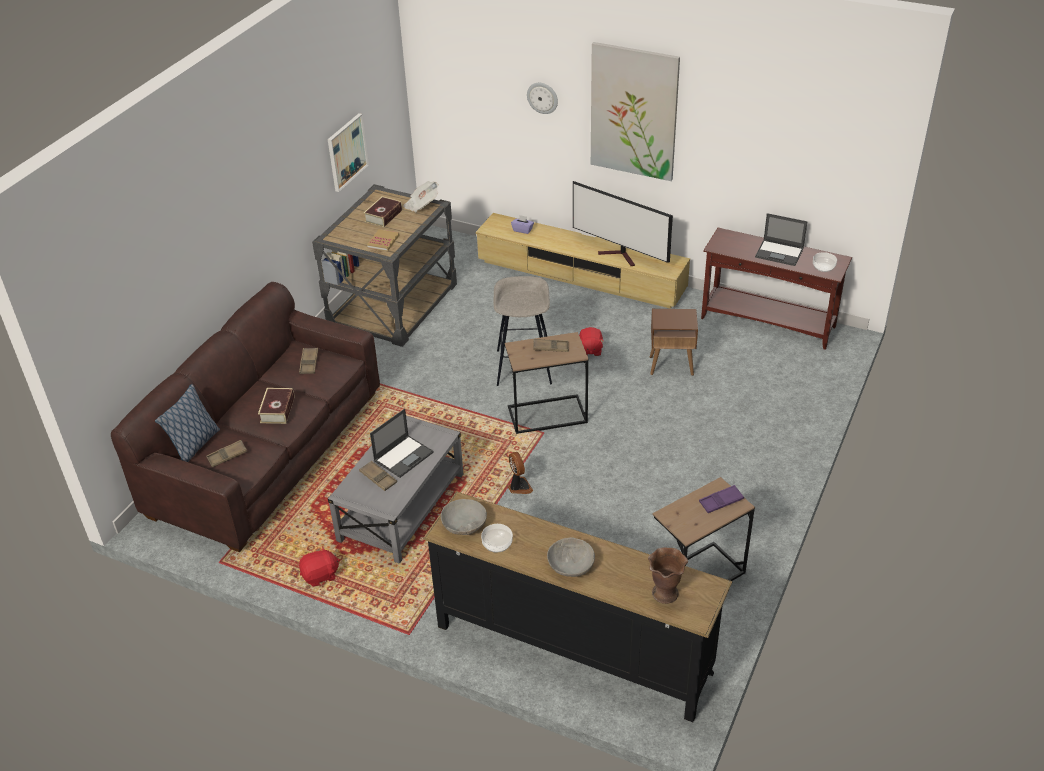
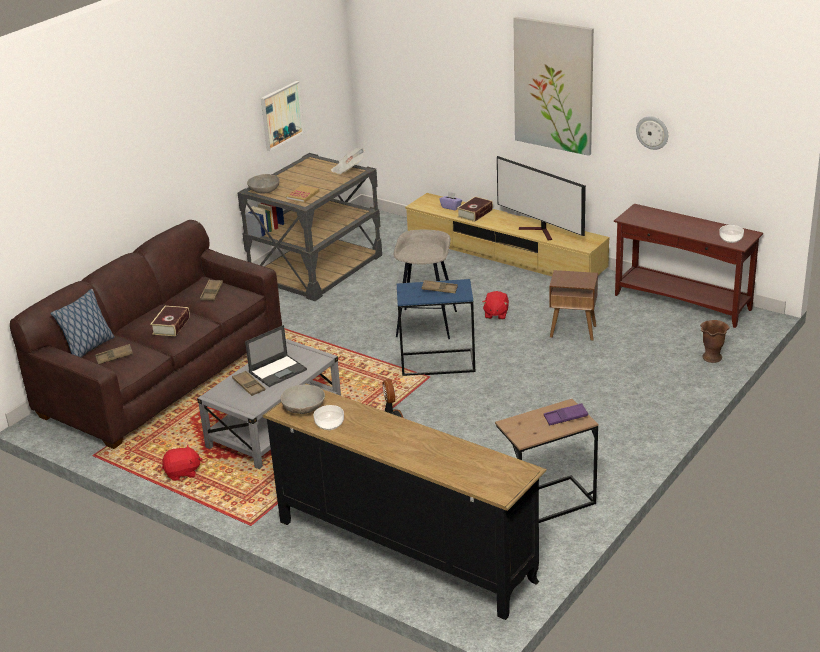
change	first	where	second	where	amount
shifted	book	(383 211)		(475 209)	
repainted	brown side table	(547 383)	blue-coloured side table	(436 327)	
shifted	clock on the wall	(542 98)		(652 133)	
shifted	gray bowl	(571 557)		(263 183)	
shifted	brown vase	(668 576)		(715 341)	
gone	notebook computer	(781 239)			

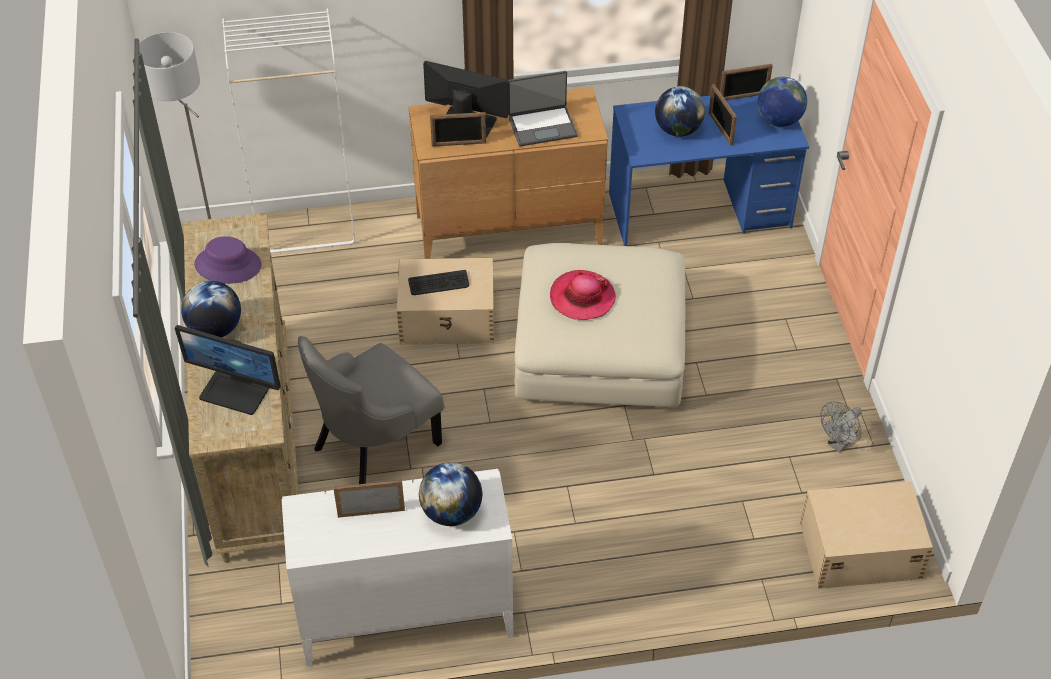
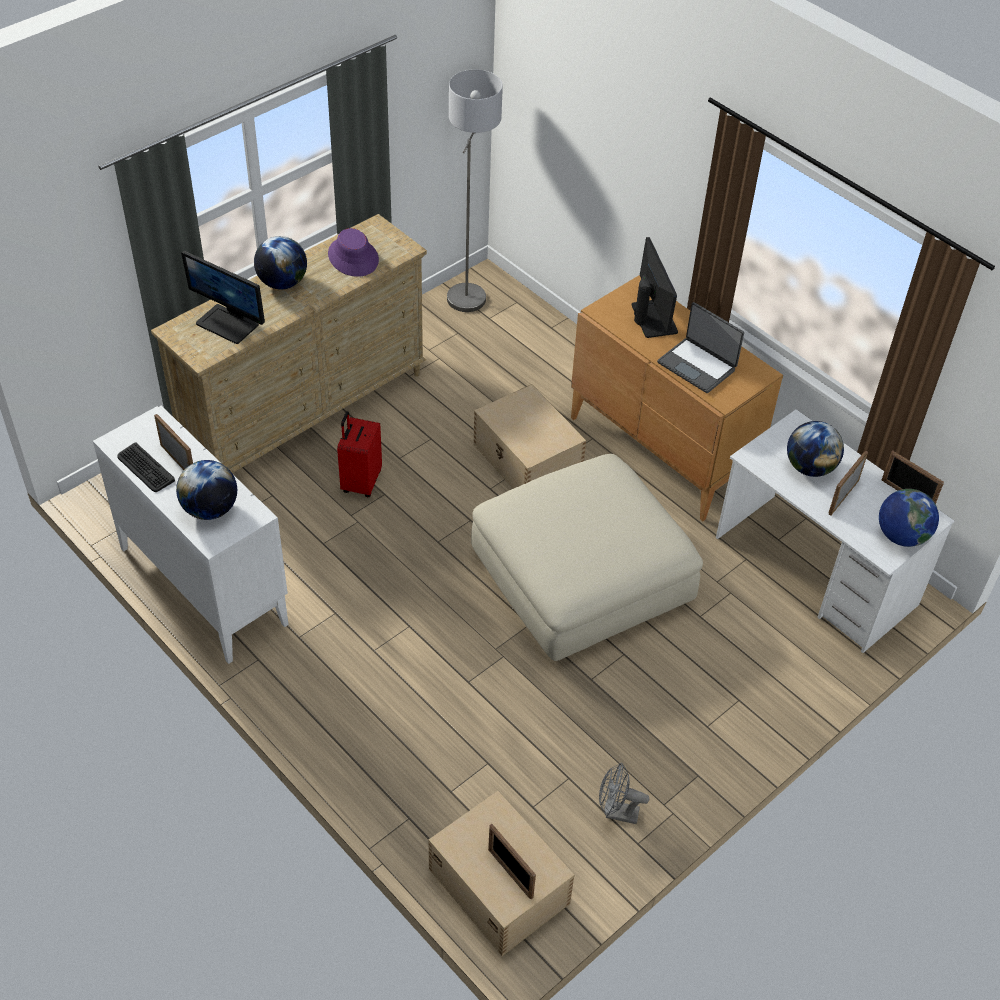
change	first	where	second	where	amount
rotated	computer display	(228 370)		(223 297)	45 degrees counterclockwise
gone	whitish garment rack	(288 131)			
swapped	gray upright chair	(371 410)	reddish travel case	(359 454)	
shifted	PC keyboard	(438 282)		(146 467)	
shifted	picture frame	(458 129)		(512 861)	
gone	hat	(583 295)			
repainted	blue-coloured desk table	(709 170)	whitish desk table	(835 531)	

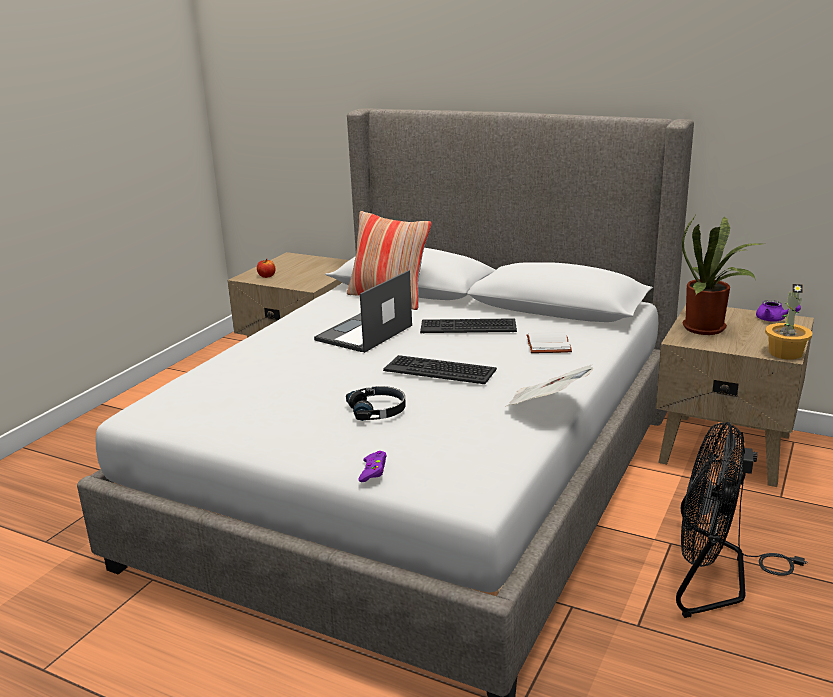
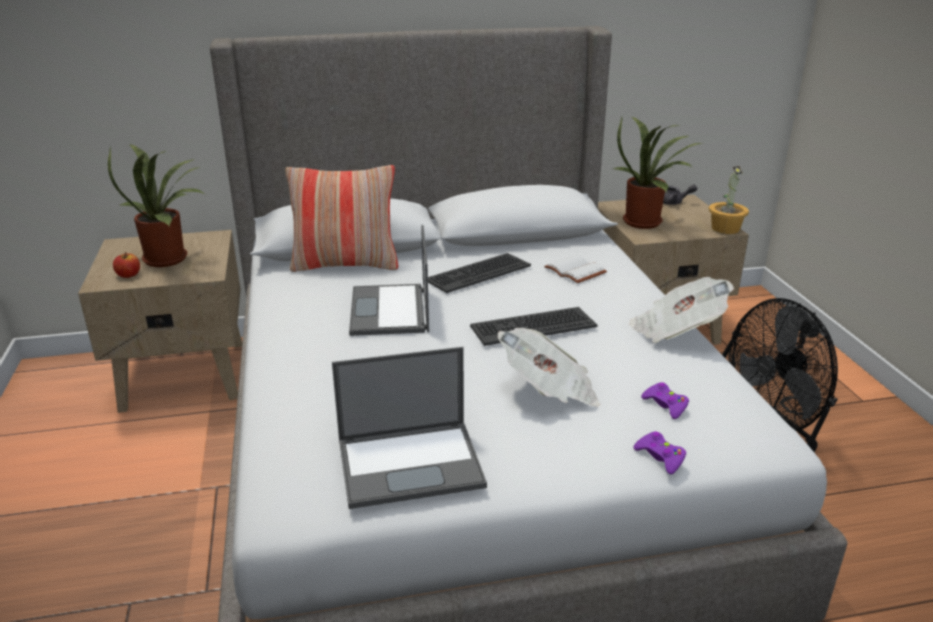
change	first	where	second	where	amount
swapped	black-coloured pair of headphones	(376 403)	daily paper	(549 367)	
repainted	purplish tea pot	(778 311)	gray tea pot	(680 194)	
new			houseplant	(156 205)	
new			notebook computer	(409 428)	
new			purplish gamepad	(665 401)	

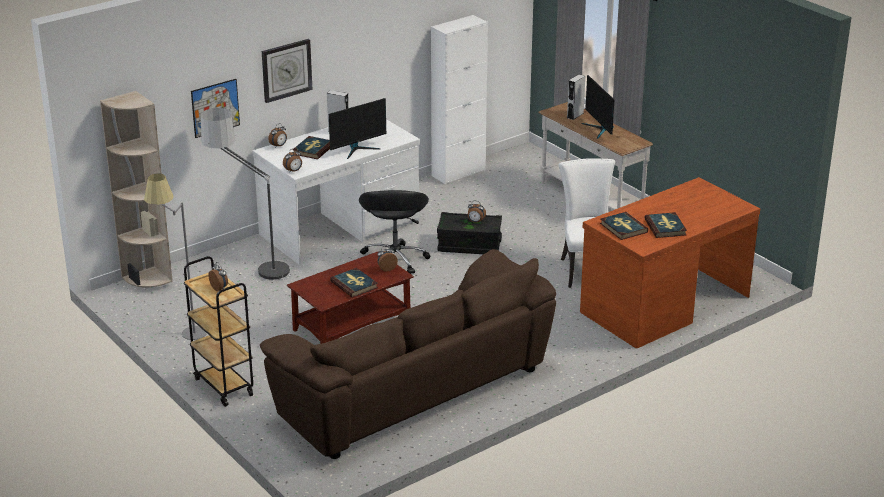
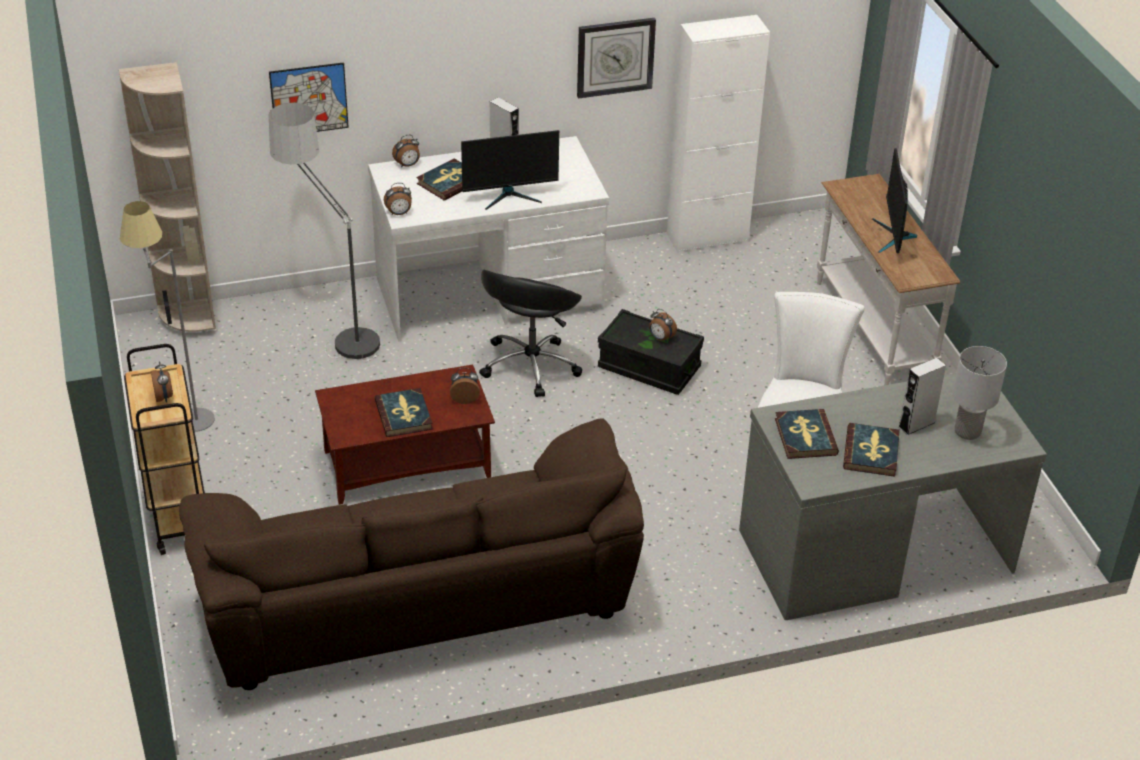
change	first	where	second	where	amount
shifted	clock on the wall	(287 71)		(616 58)	
shifted	gray audio speaker	(576 97)		(922 396)	
repainted	brown desk table	(670 262)	gray desk table	(893 496)	
new			gray lamp for a table	(979 393)	

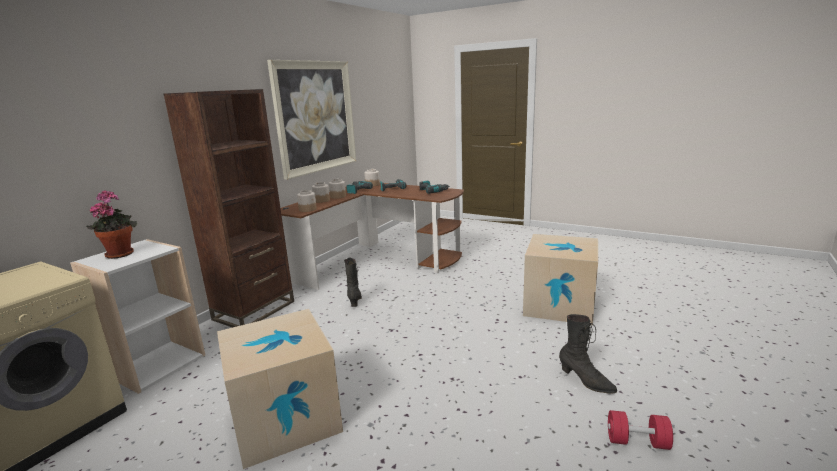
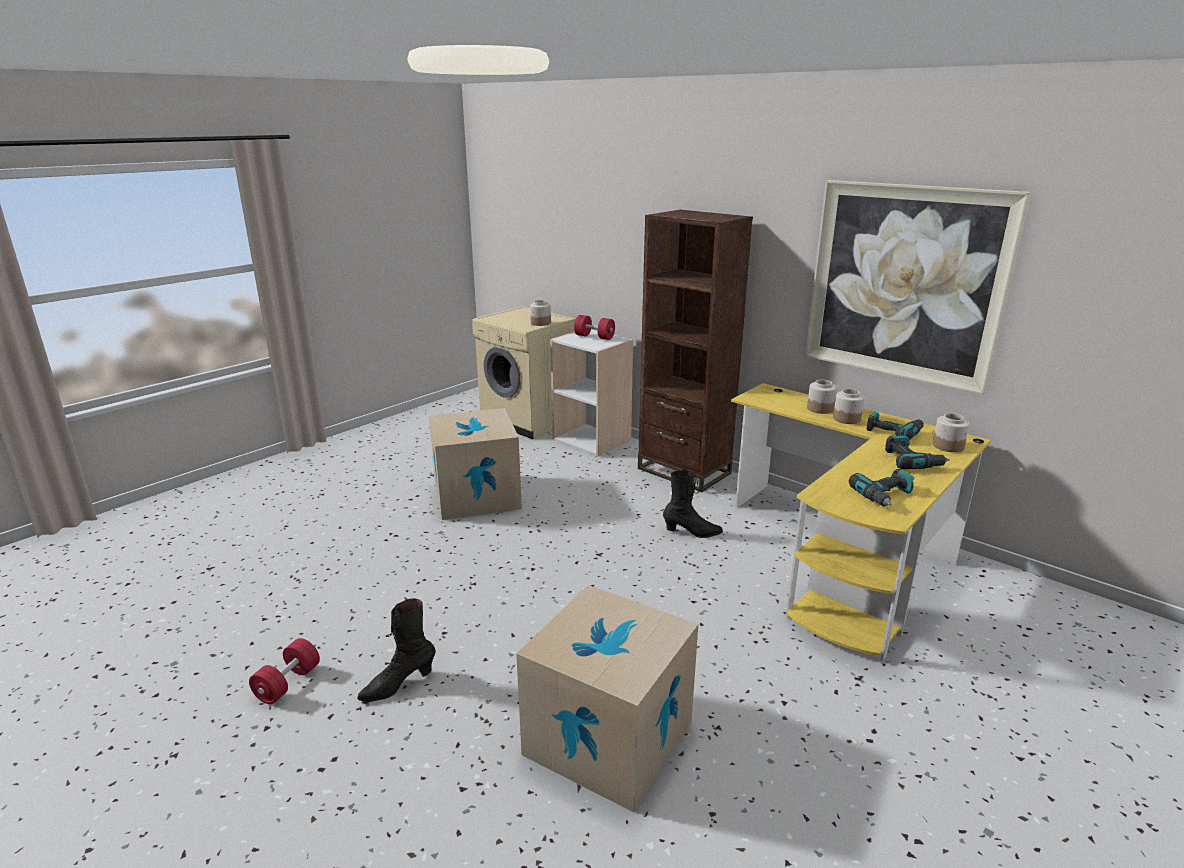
change	first	where	second	where	amount
swapped	houseplant	(111 224)	reddish dumbbell	(594 327)	
repainted	brown desk table	(372 236)	yellowish desk table	(861 522)	
shifted	jar	(307 201)		(540 313)	

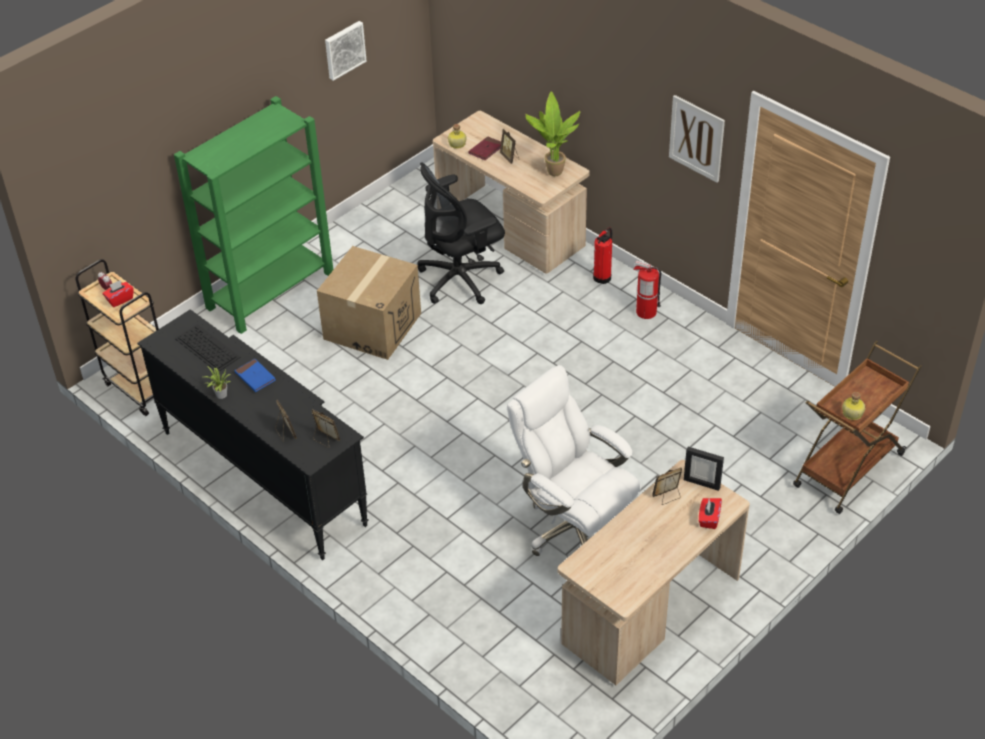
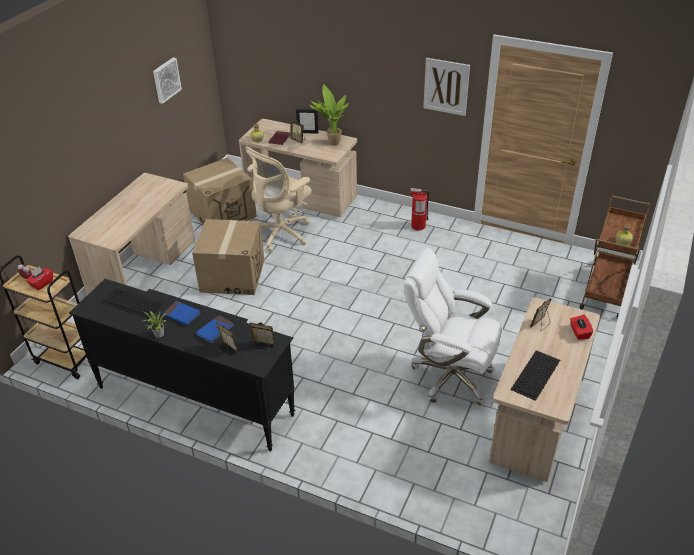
change	first	where	second	where	amount
swapped	green shelving unit	(253 215)	sand-coloured desk table	(131 234)	
repainted	black-coloured computer chair	(461 233)	sand-coloured computer chair	(278 199)	
gone	fire-fighting cylinder	(602 255)			
shifted	picture frame	(704 469)		(307 121)	
new			carton	(220 191)	
new			blue-coloured book	(215 329)	
new			PC keyboard	(535 375)	

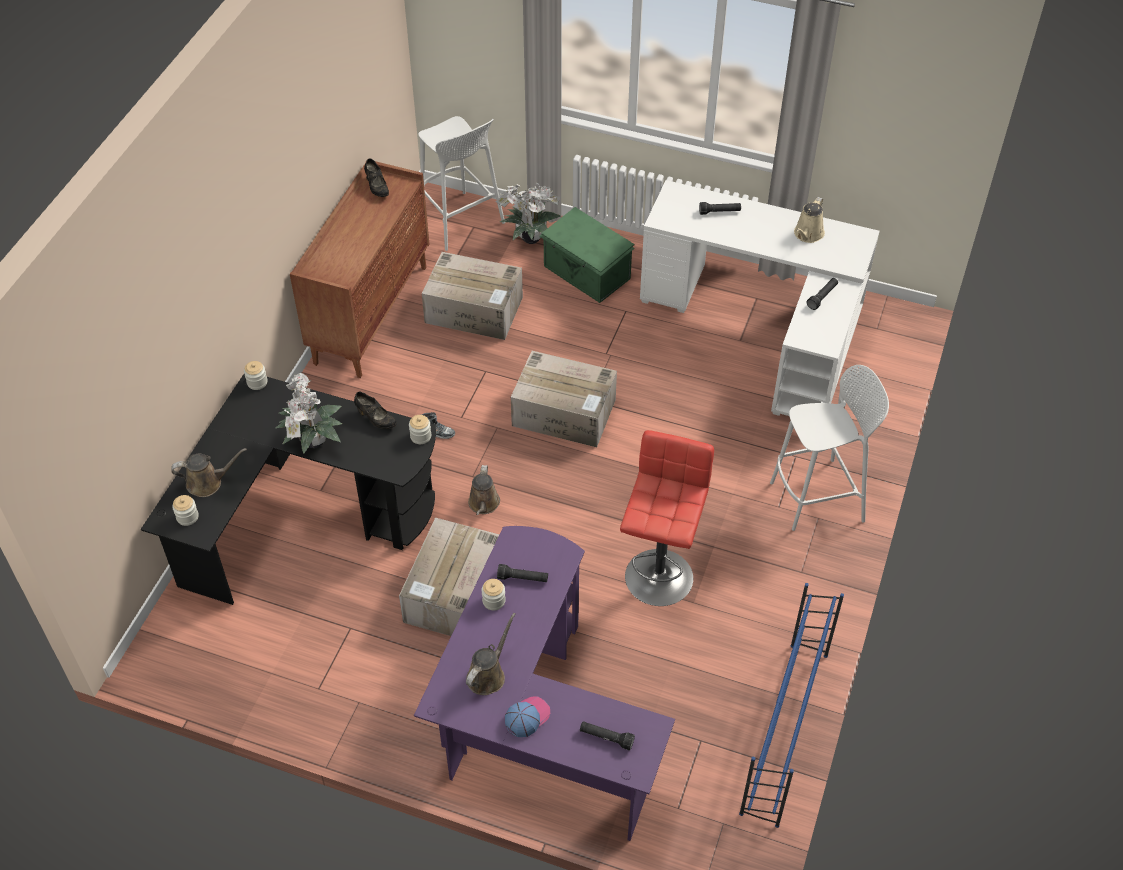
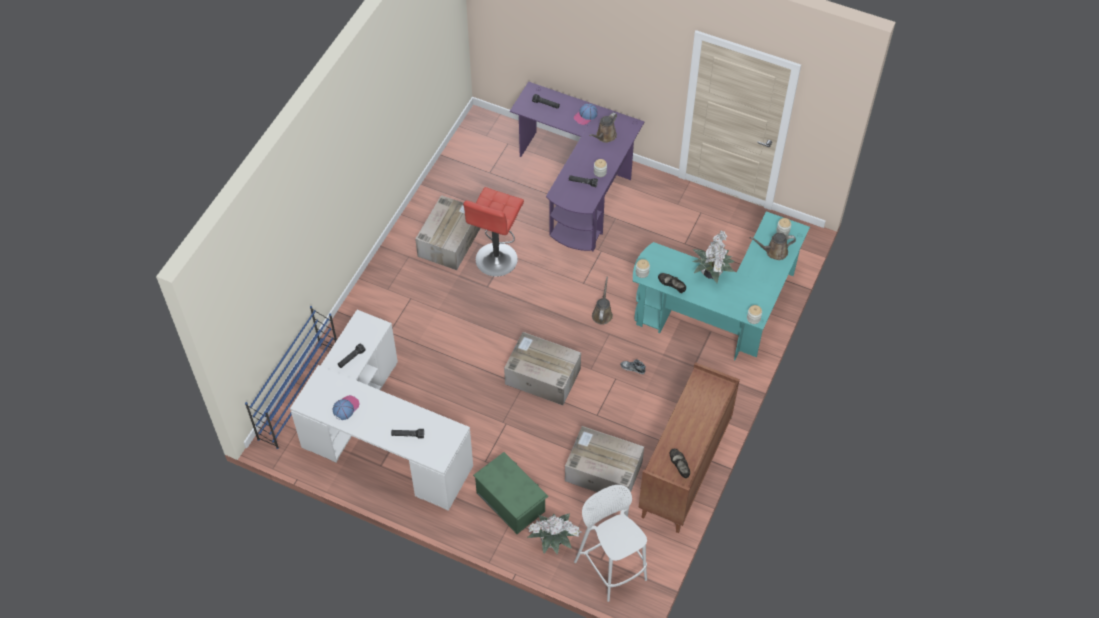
change	first	where	second	where	amount
repainted	black-coloured desk table	(288 489)	blue-green desk table	(721 285)	
shifted	carton	(449 576)		(447 232)	
shifted	blue-coloured shoe stand	(791 705)		(291 377)	
gone	whitish sitting stool	(829 448)			
swapped	sand-coloured sprinkling can	(809 220)	baseball cap	(346 407)	

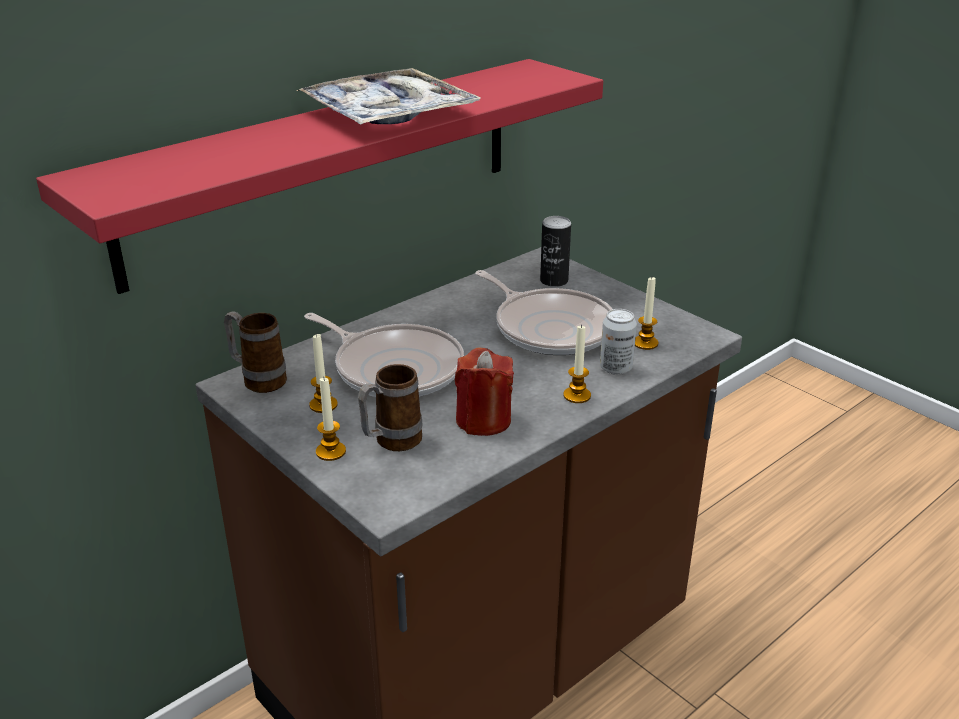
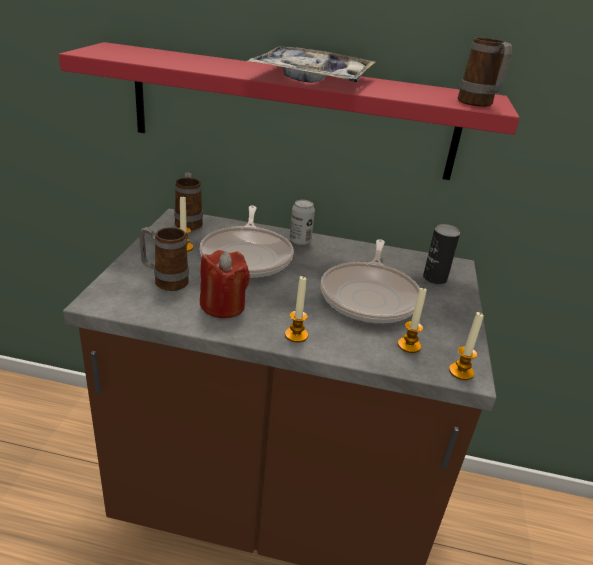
change	first	where	second	where	amount
shifted	candle	(331 419)		(466 346)	
shifted	metal can	(618 342)		(302 222)	
new			tea mug	(485 72)	

